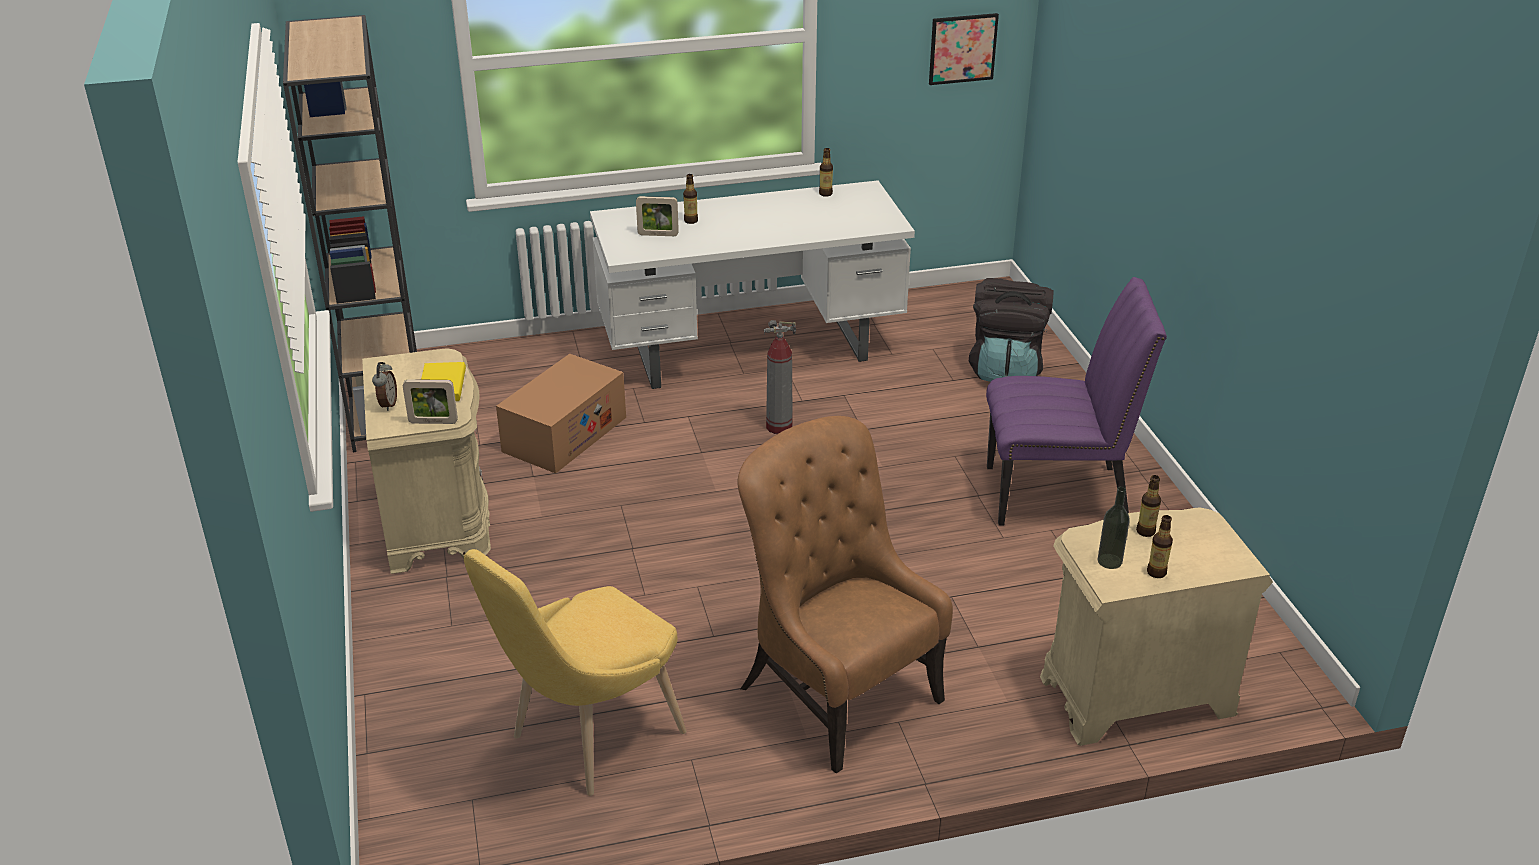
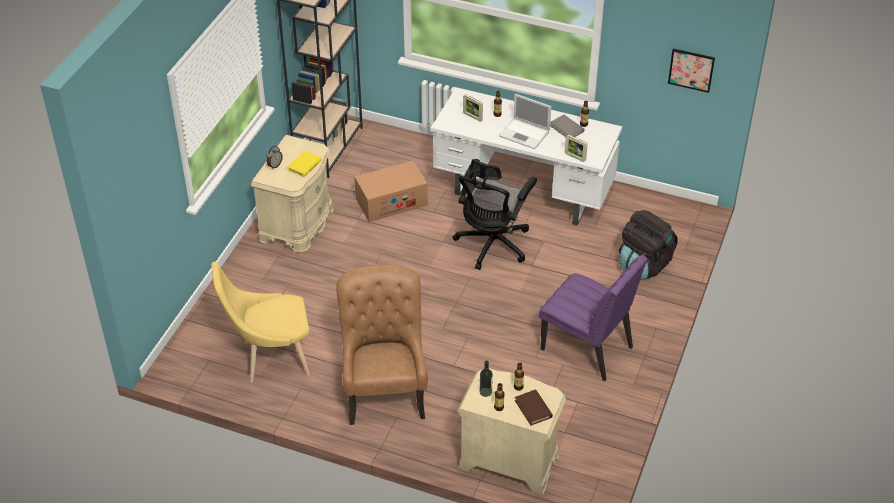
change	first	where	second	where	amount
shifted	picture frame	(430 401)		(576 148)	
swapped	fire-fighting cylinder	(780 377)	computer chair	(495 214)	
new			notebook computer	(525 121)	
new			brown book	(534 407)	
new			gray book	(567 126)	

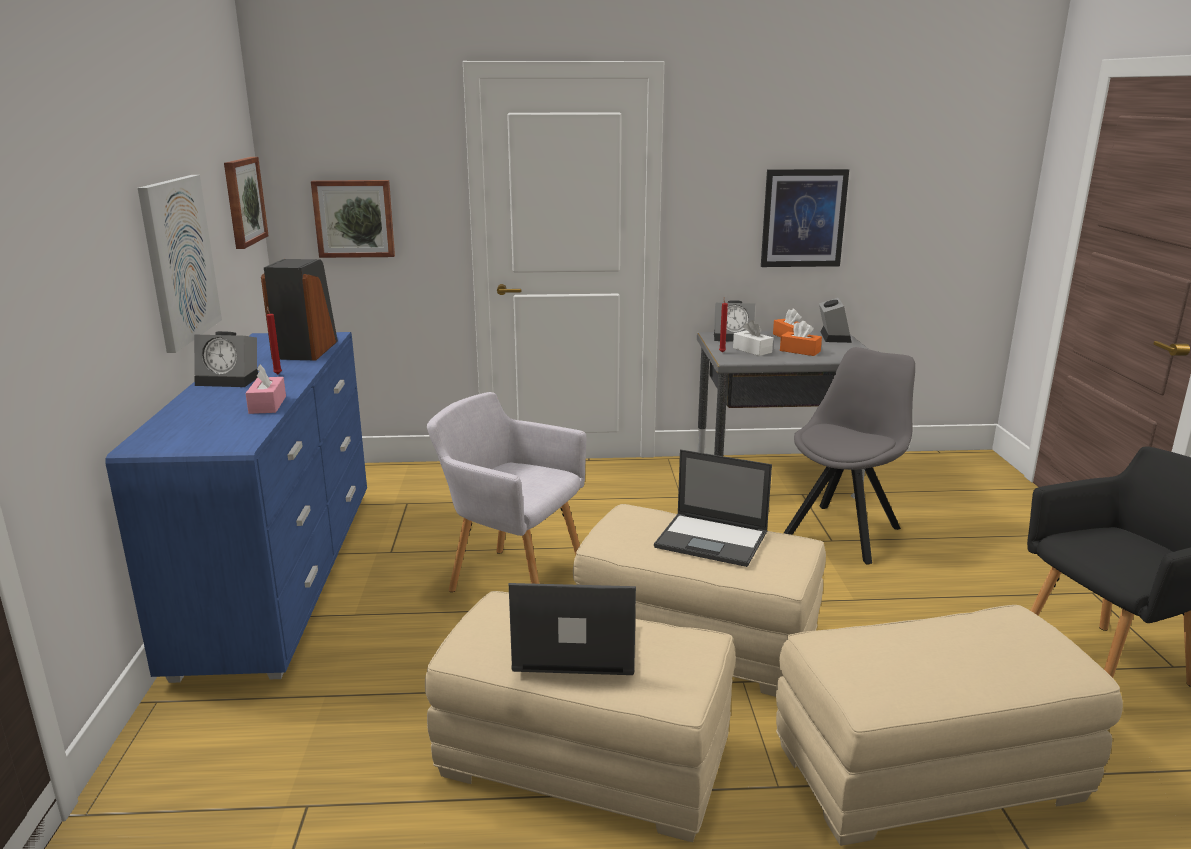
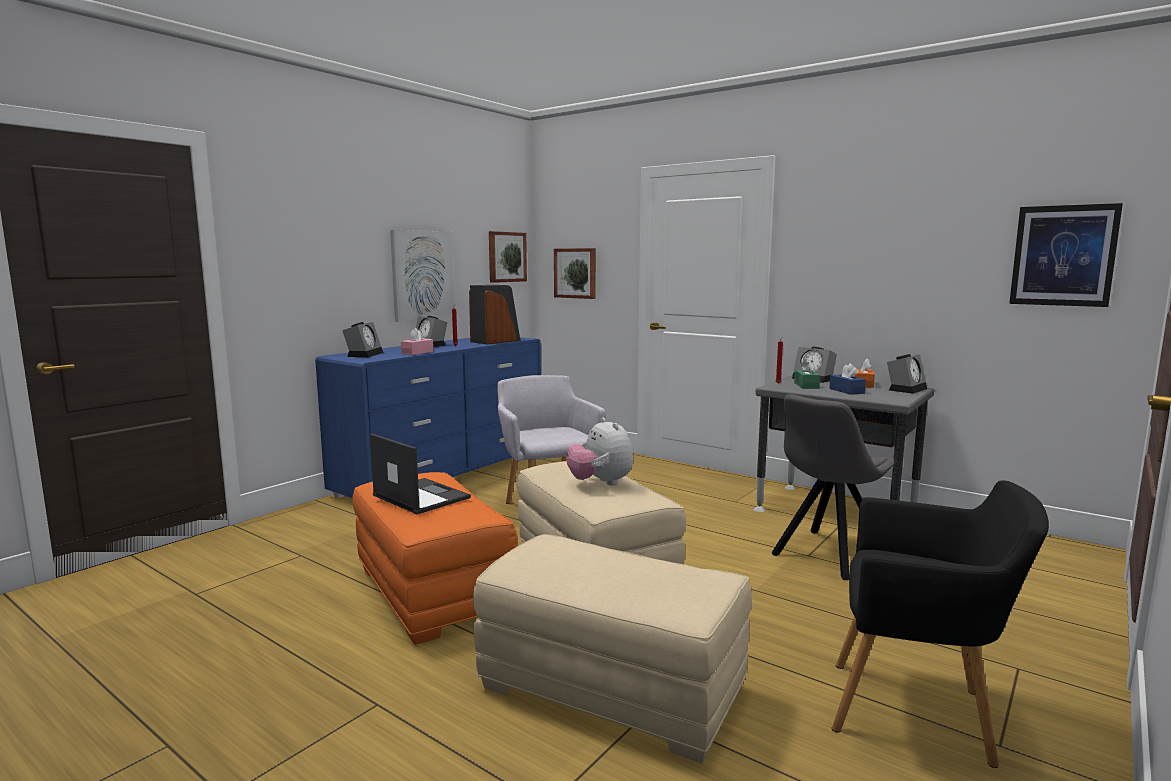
change	first	where	second	where	amount
repainted	sand-coloured footrest	(580 716)	orange footrest	(435 558)	
swapped	notebook computer	(713 508)	plush toy	(599 451)	
repainted	whitish box of tissues	(753 338)	green box of tissues	(807 374)	
shifted	wall art	(805 218)		(1066 255)	
repainted	orange box of tissues	(801 338)	blue-coloured box of tissues	(847 379)	
rotated	gray upright chair	(849 456)		(833 487)	150 degrees clockwise
new			alarm clock	(362 339)	

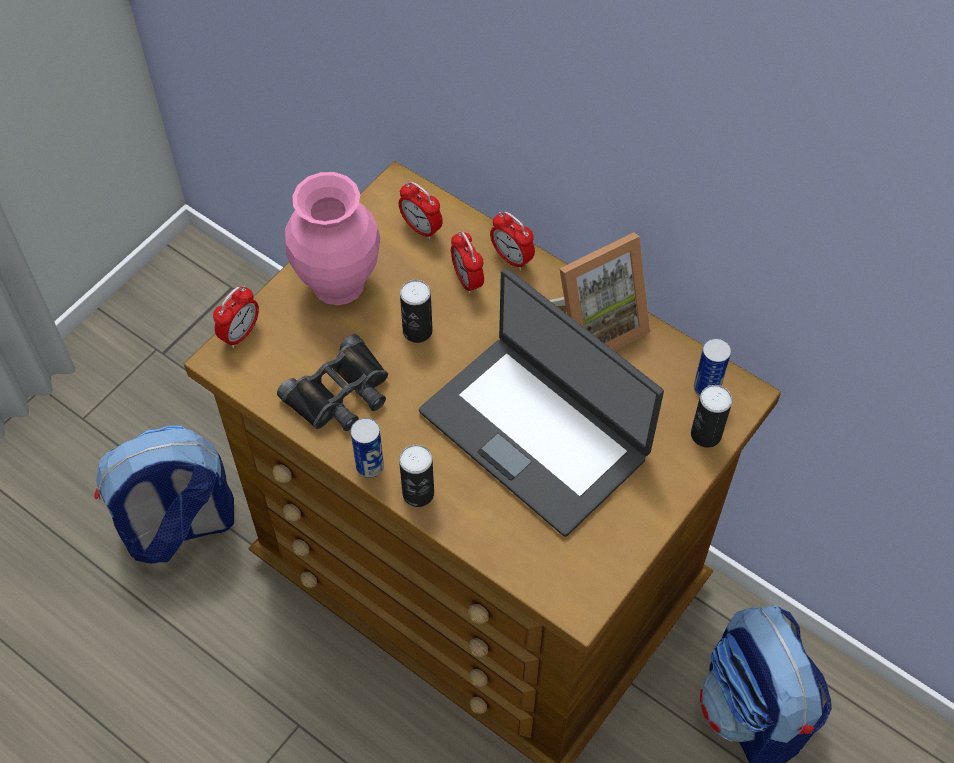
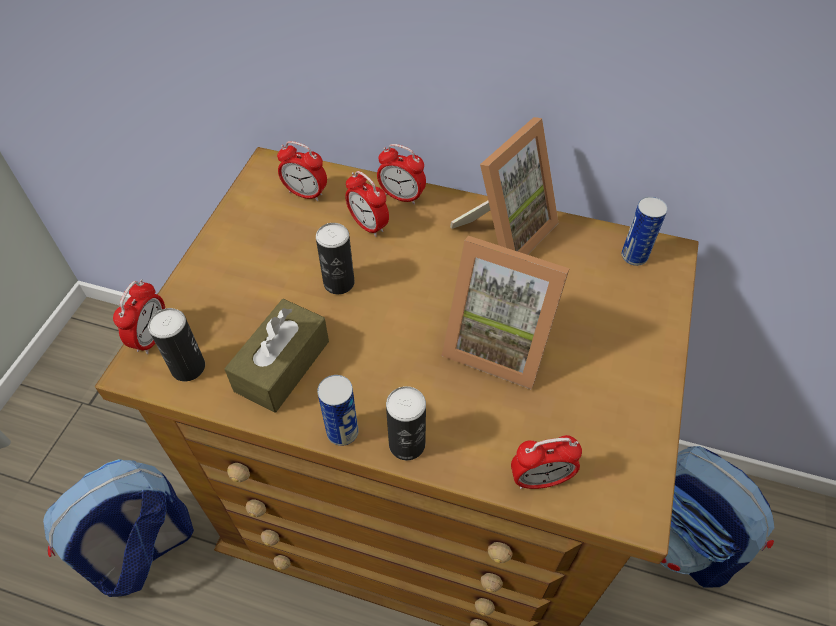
change	first	where	second	where	amount
swapped	black-coloured pair of binoculars	(332 382)	brown box of tissues	(276 356)	
gone	pinkish vase	(332 239)			
swapped	notebook computer	(541 402)	picture frame	(505 313)	
shifted	metal can	(712 416)		(176 344)	
new			alarm clock	(546 462)	

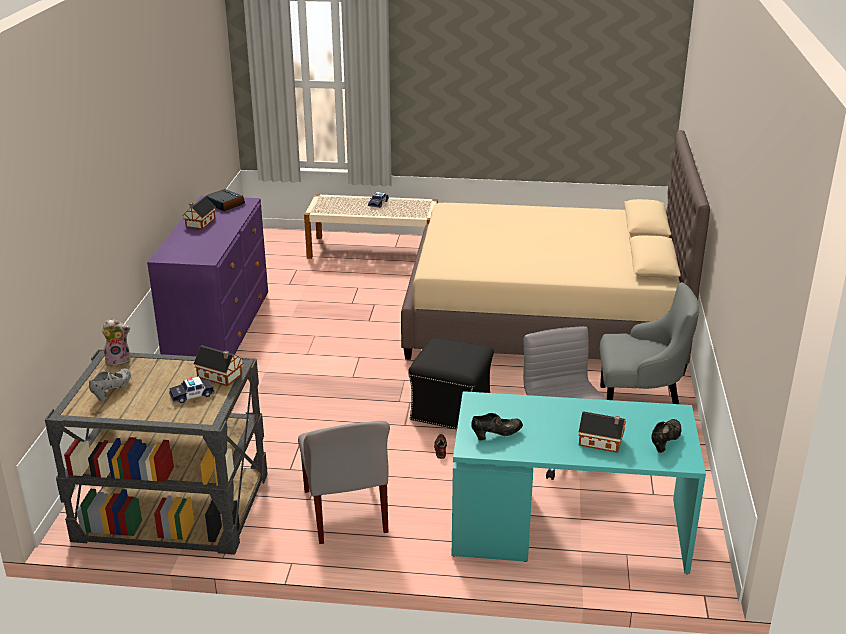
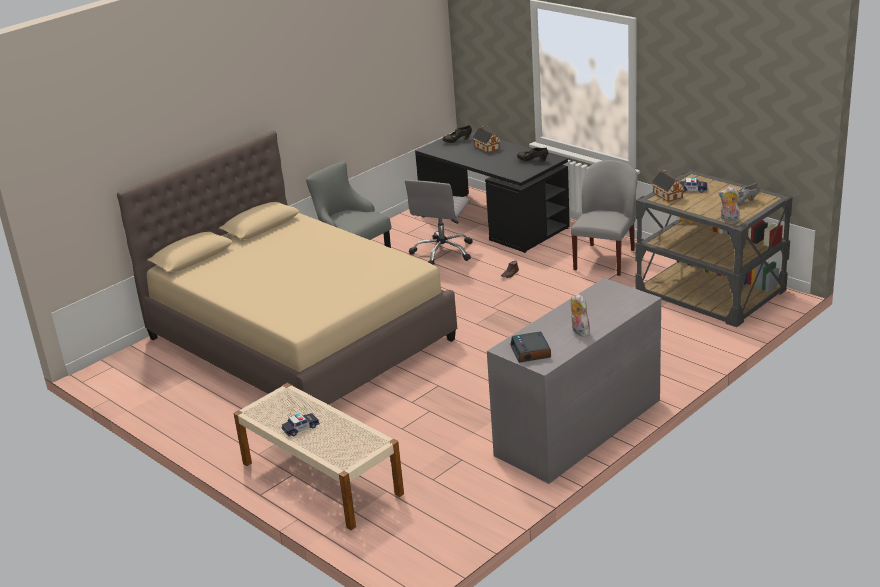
change	first	where	second	where	amount
repainted	purplish dresser	(207 276)	gray dresser	(574 381)	
swapped	model house	(199 212)	plush toy	(580 315)	
gone	black-coloured footrest	(451 383)			
repainted	blue-green desk table	(579 482)	black-coloured desk table	(492 192)	

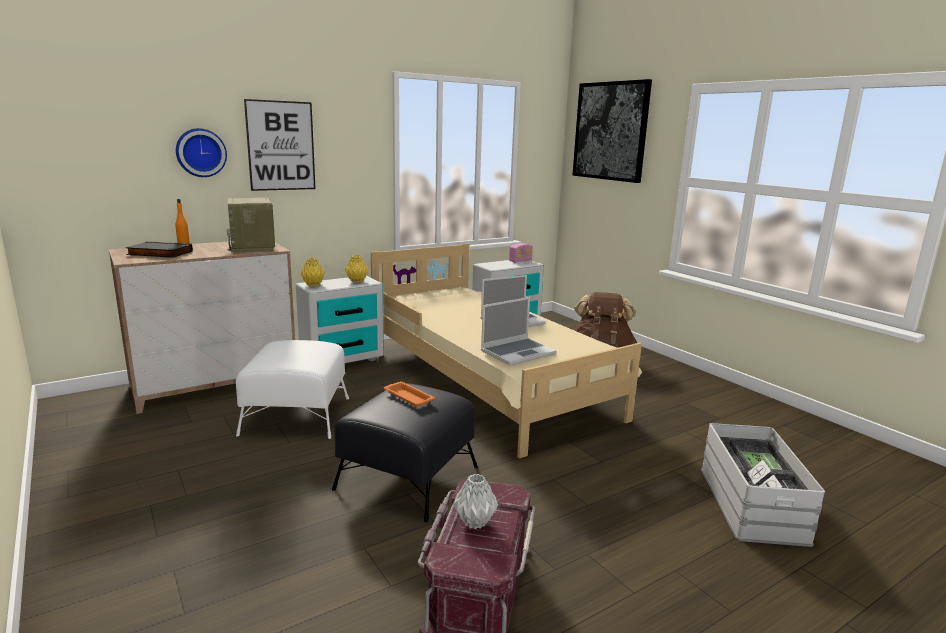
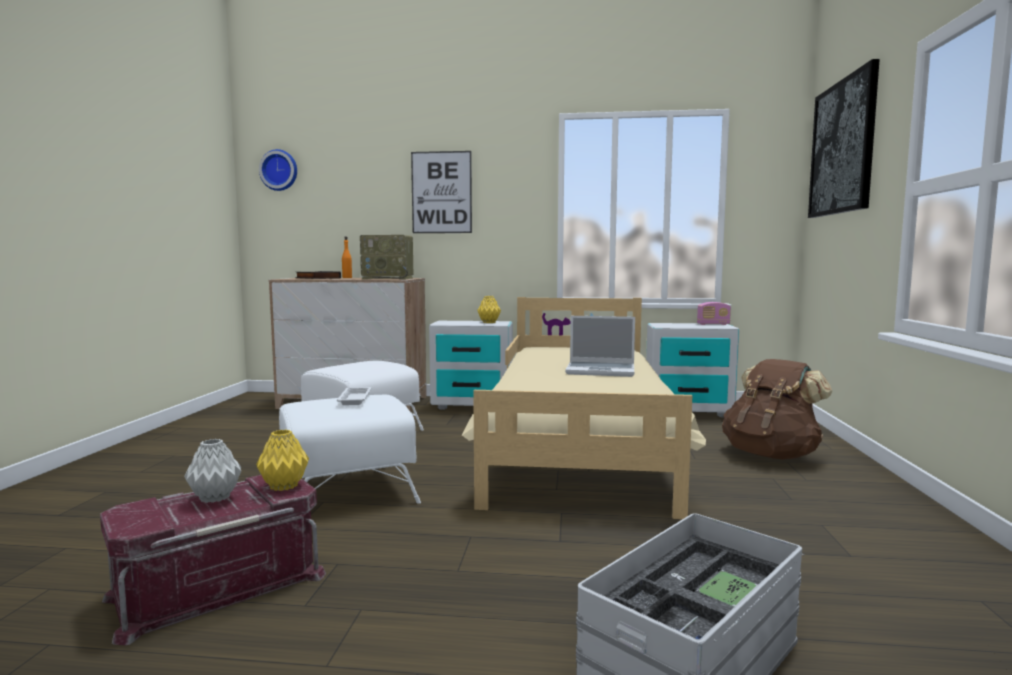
change	first	where	second	where	amount
shifted	clock on the wall	(201 152)		(278 170)	
rotated	radio	(251 225)		(386 257)	105 degrees counterclockwise
shifted	yellowish vase	(313 272)		(282 460)	
repainted	black-coloured footrest	(405 452)	whitish footrest	(350 449)	
repainted	orange tray	(409 394)	whitish tray	(354 396)	
gone	notebook computer	(519 331)			

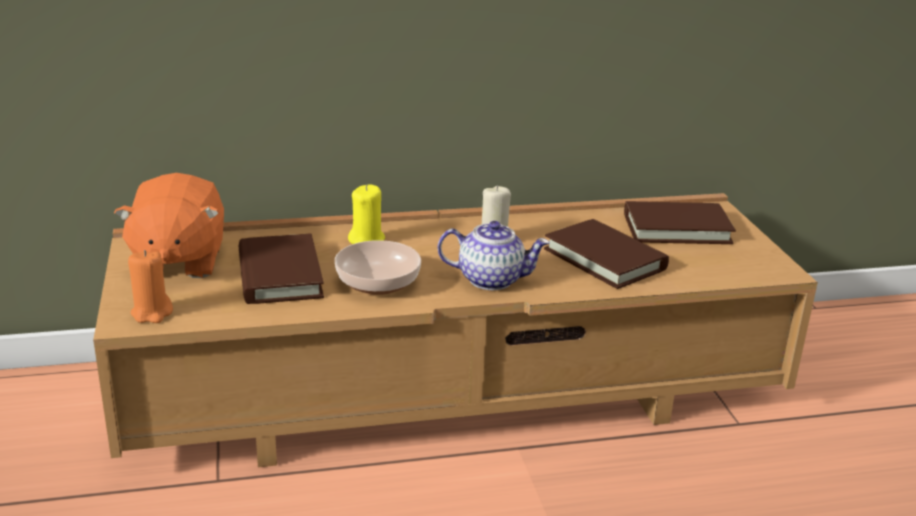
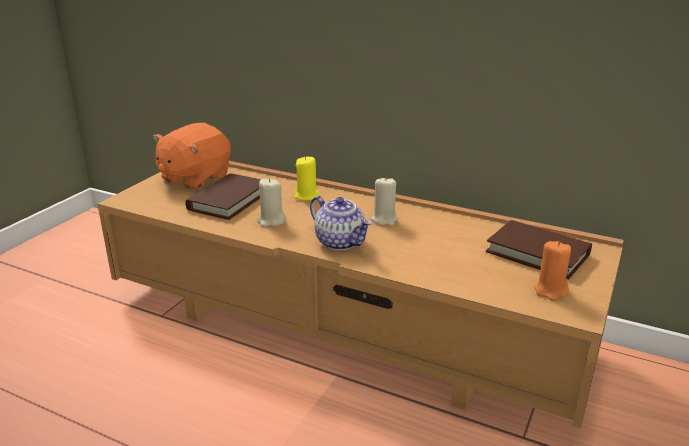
change	first	where	second	where	amount
shifted	orange candle	(150 286)		(552 271)	
swapped	bowl	(378 267)	sand-coloured candle	(271 202)	
gone	brown book	(606 254)			

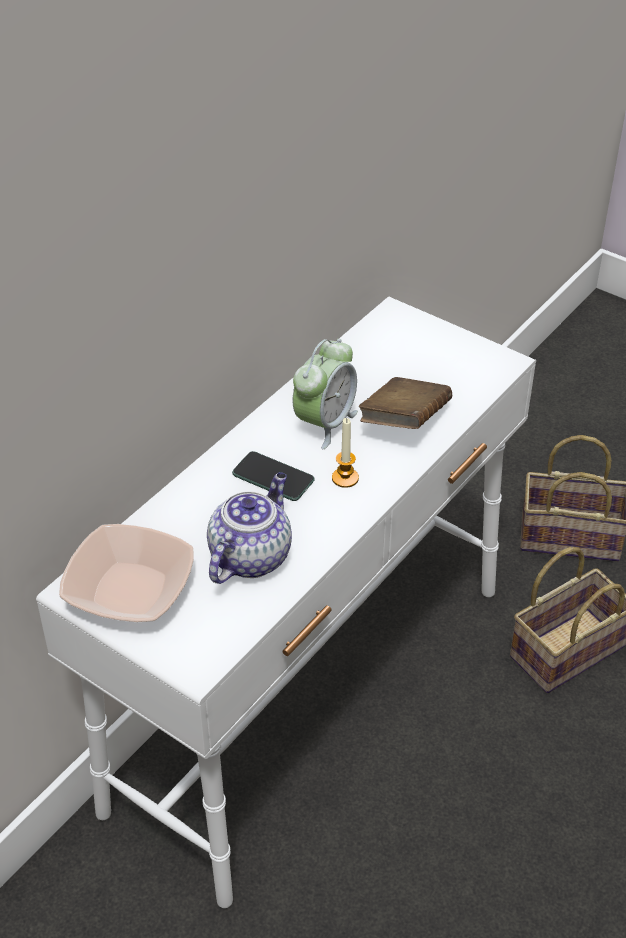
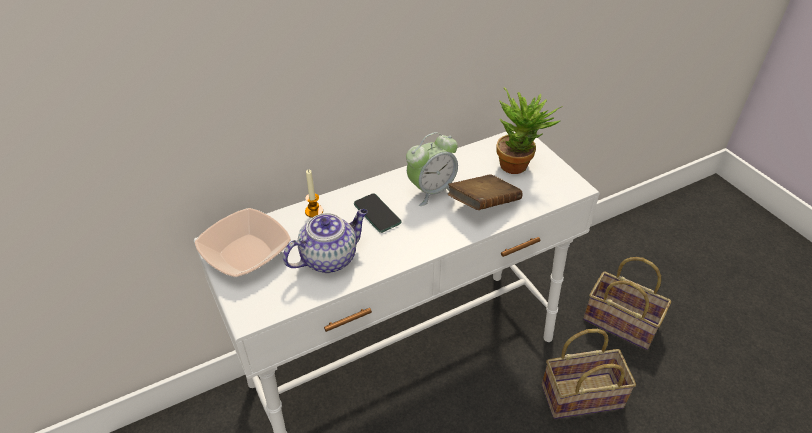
change	first	where	second	where	amount
shifted	candle	(345 453)		(314 194)	
new			houseplant	(529 130)	

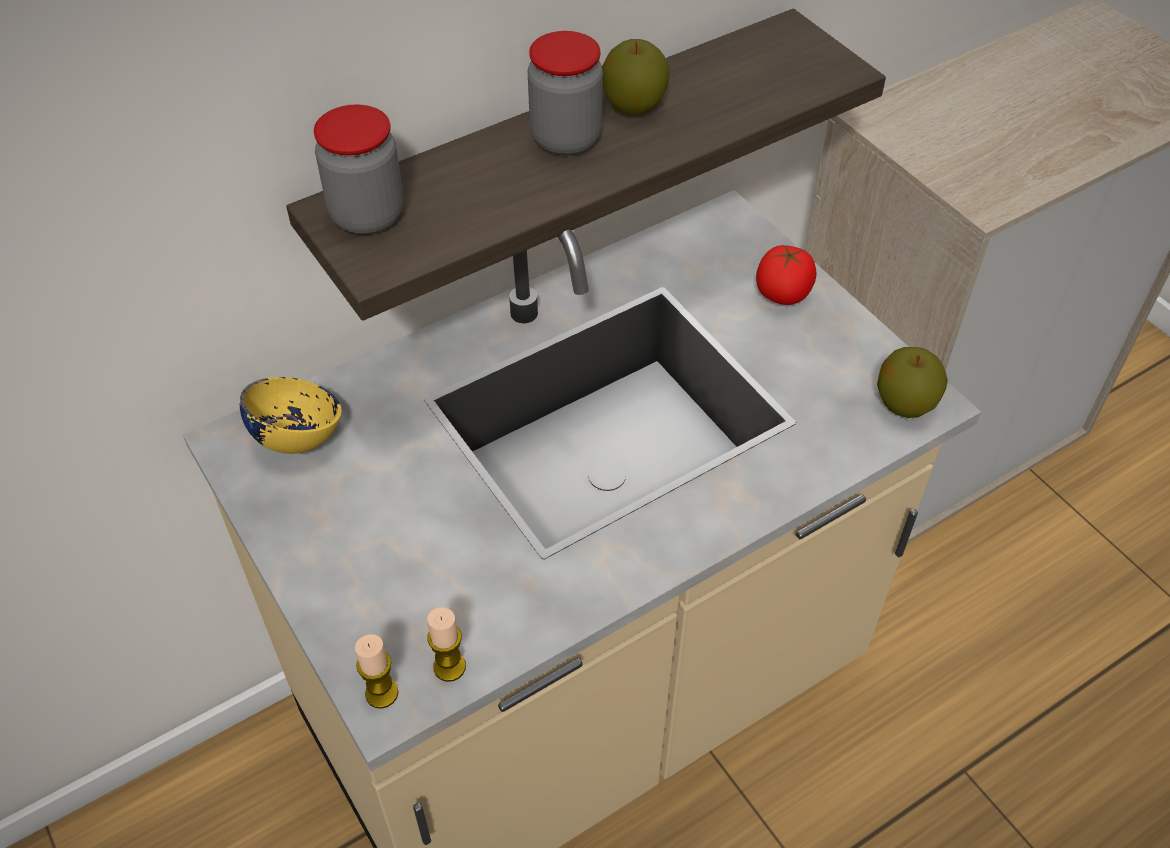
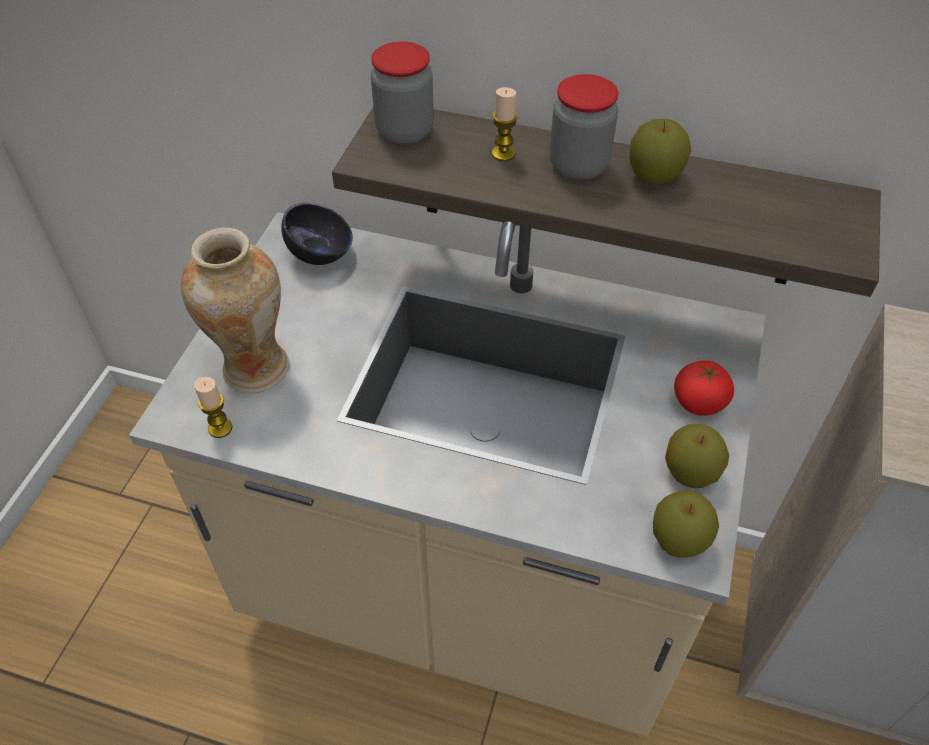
change	first	where	second	where	amount
repainted	yellowish bowl	(290 415)	black-coloured bowl	(317 234)	
shifted	candle	(376 671)		(505 124)	
new			vase	(235 310)	
new			apple	(697 456)	

